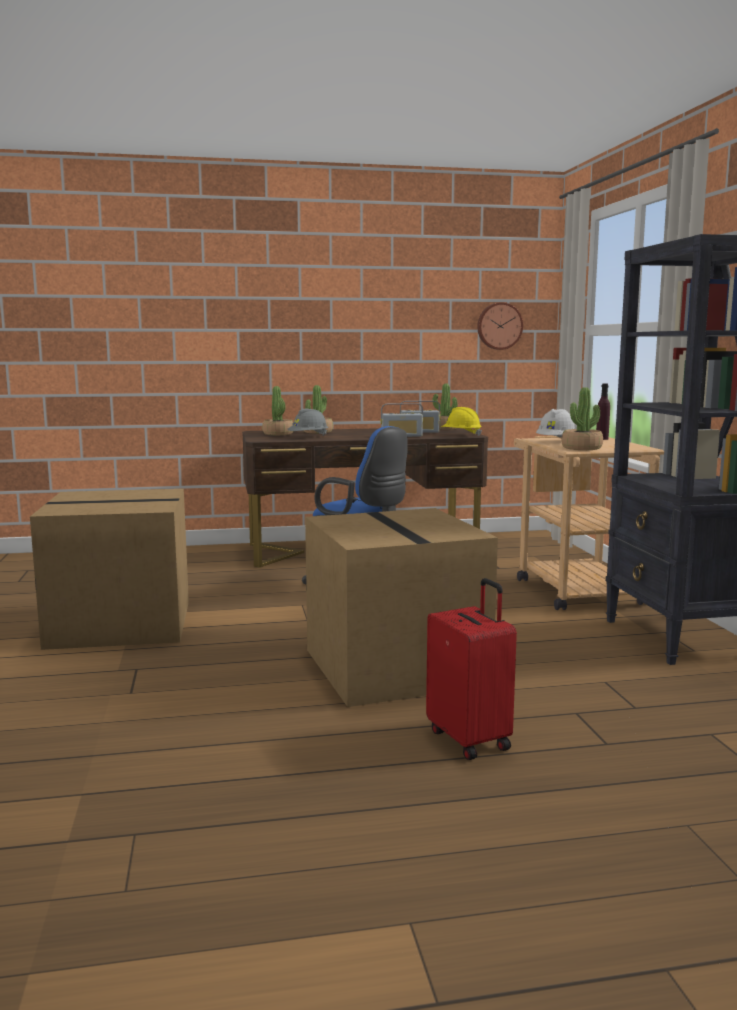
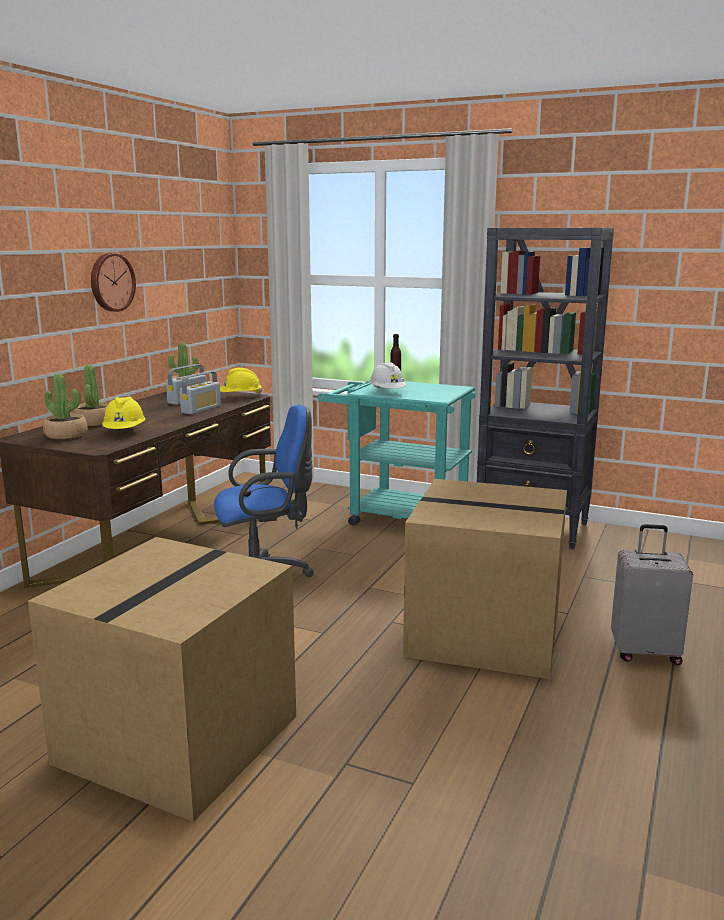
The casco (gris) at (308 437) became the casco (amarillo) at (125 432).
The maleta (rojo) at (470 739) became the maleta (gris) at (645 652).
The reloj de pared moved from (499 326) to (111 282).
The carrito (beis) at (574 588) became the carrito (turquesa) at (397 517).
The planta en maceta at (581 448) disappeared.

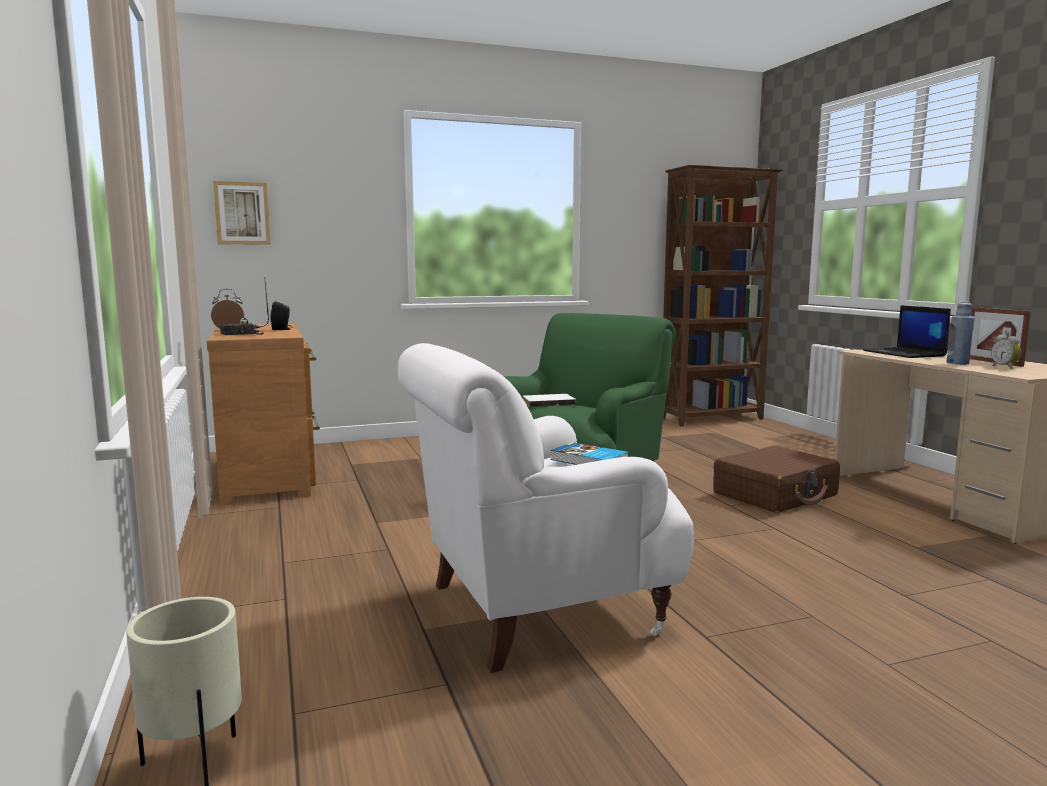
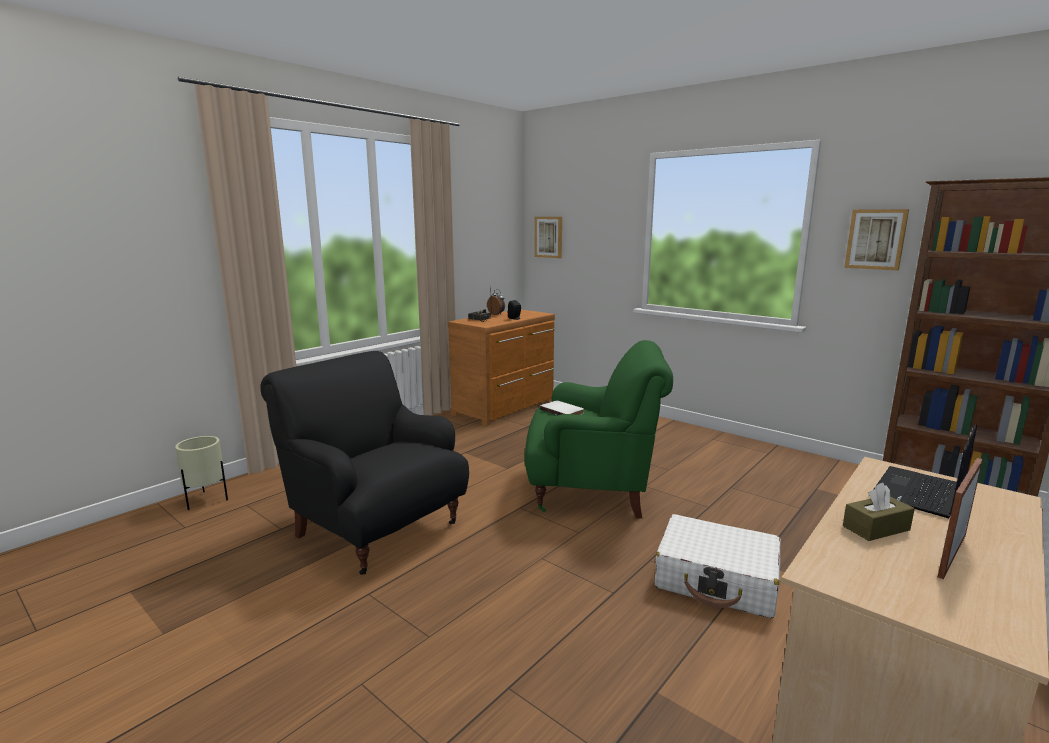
The sillón (blanco) at (537 609) became the sillón (negro) at (376 529).
The libro at (588 461) disappeared.
The maleta (marrón) at (775 494) became the maleta (blanco) at (717 579).
The botella (azul) at (957 363) was replaced by the caja de pañuelos (marrón) at (876 528).
The despertador at (1005 367) disappeared.
The cuadro at (876 239) appeared.

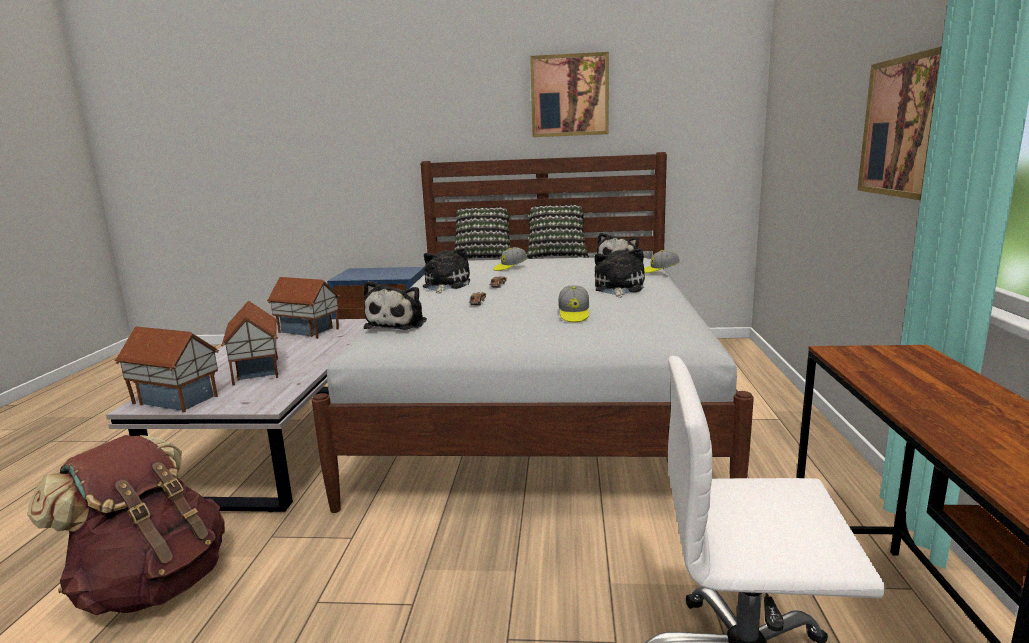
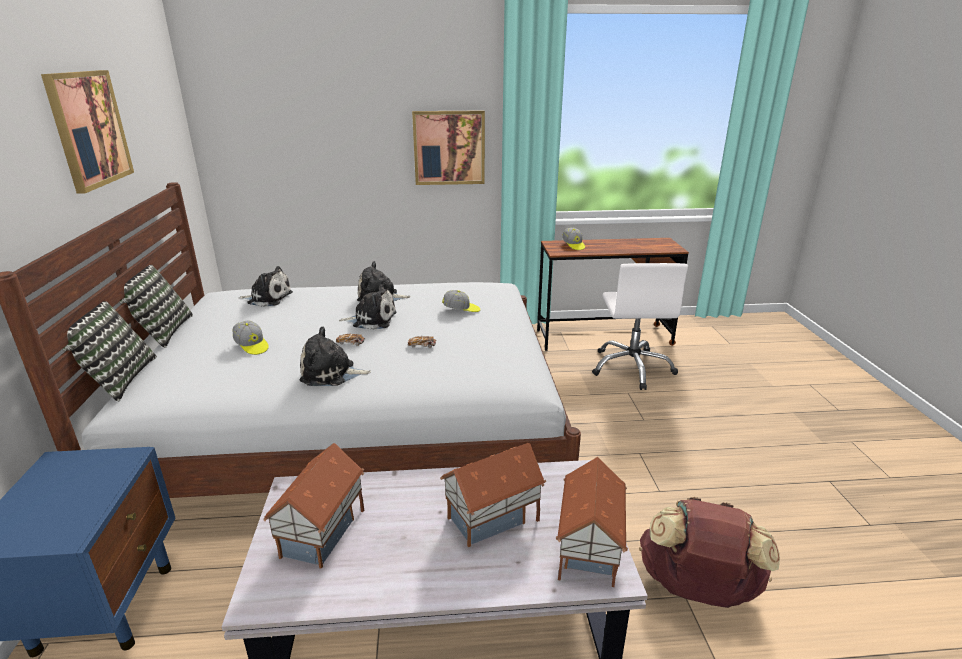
The peluche moved from (398 324) to (372 320).
The gorra moved from (659 271) to (573 245).

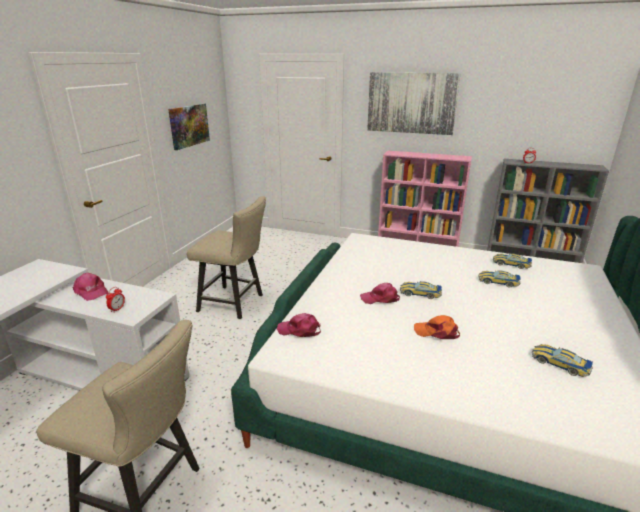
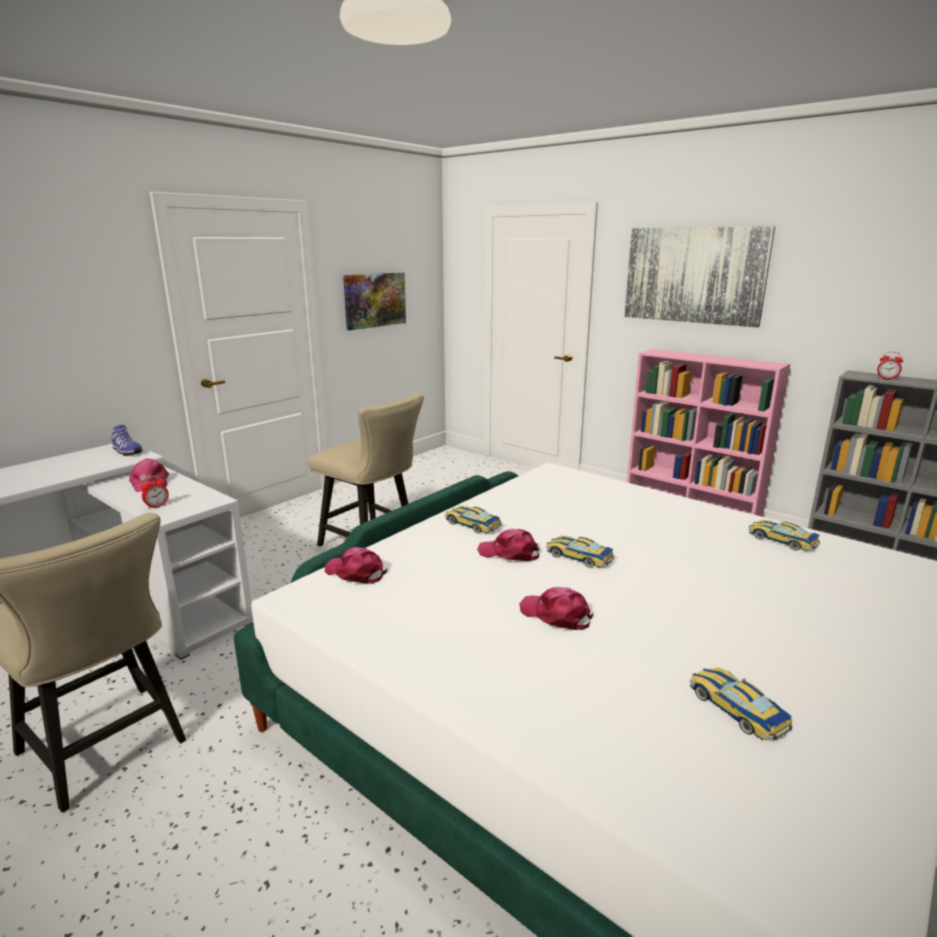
The gorra (naranja) at (437 332) became the gorra (rosa) at (556 615).
The coche de juguete moved from (498 282) to (472 525).
The zapato at (126 451) appeared.

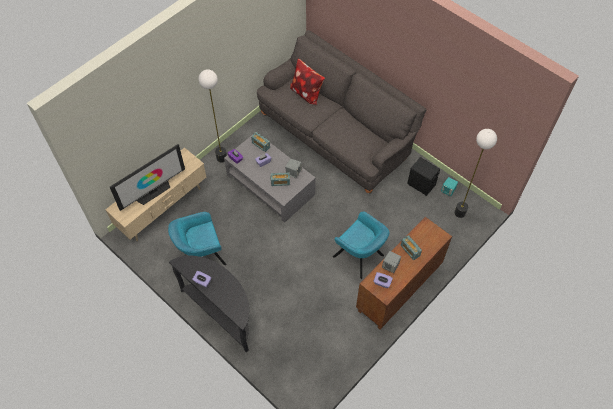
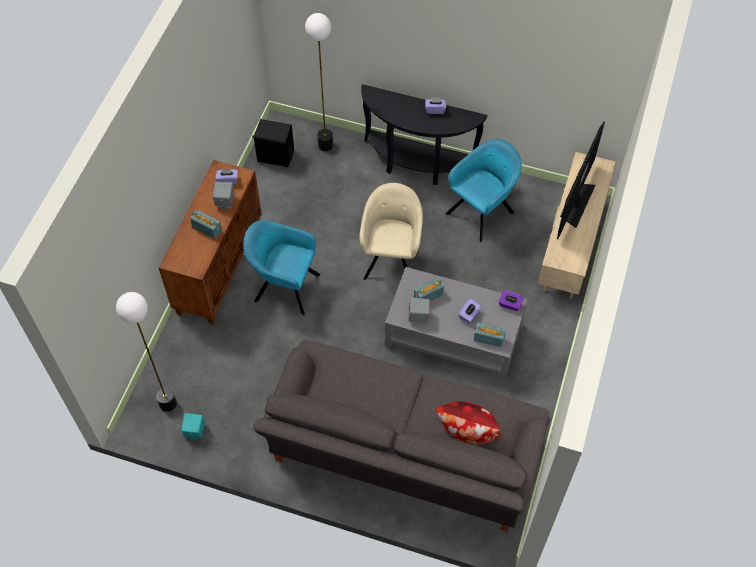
The lámpara de pie moved from (221 158) to (326 145).
The altavoz (negro) moved from (421 184) to (275 156).
The sillón (beis) at (391 257) appeared.

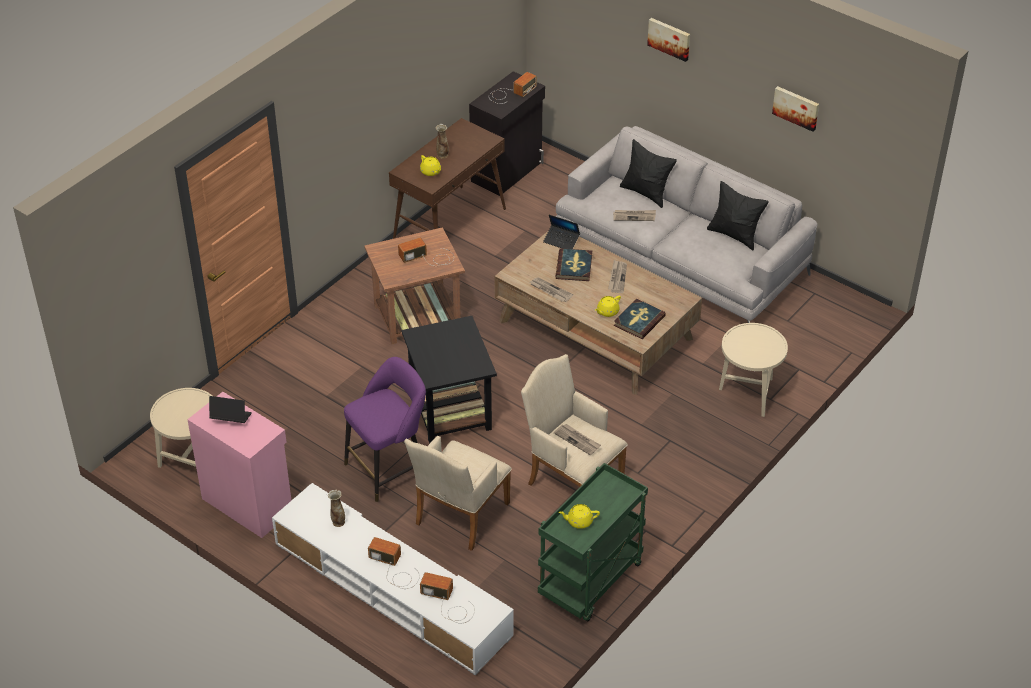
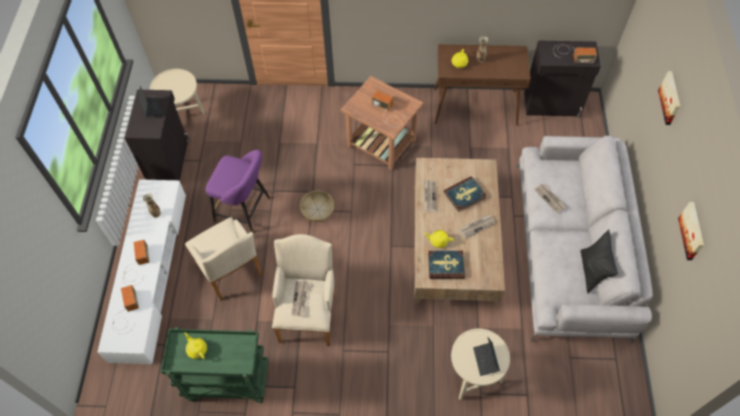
The armario (rosa) at (247 503) became the armario (negro) at (169 161).
The mesa auxiliar (negro) at (450 409) was replaced by the cesta at (317 209).
The sillón (beis) at (459 517) turned 120 degrees counterclockwise.
The portátil moved from (561 241) to (486 360).
The cojín (negro) at (646 193) disappeared.

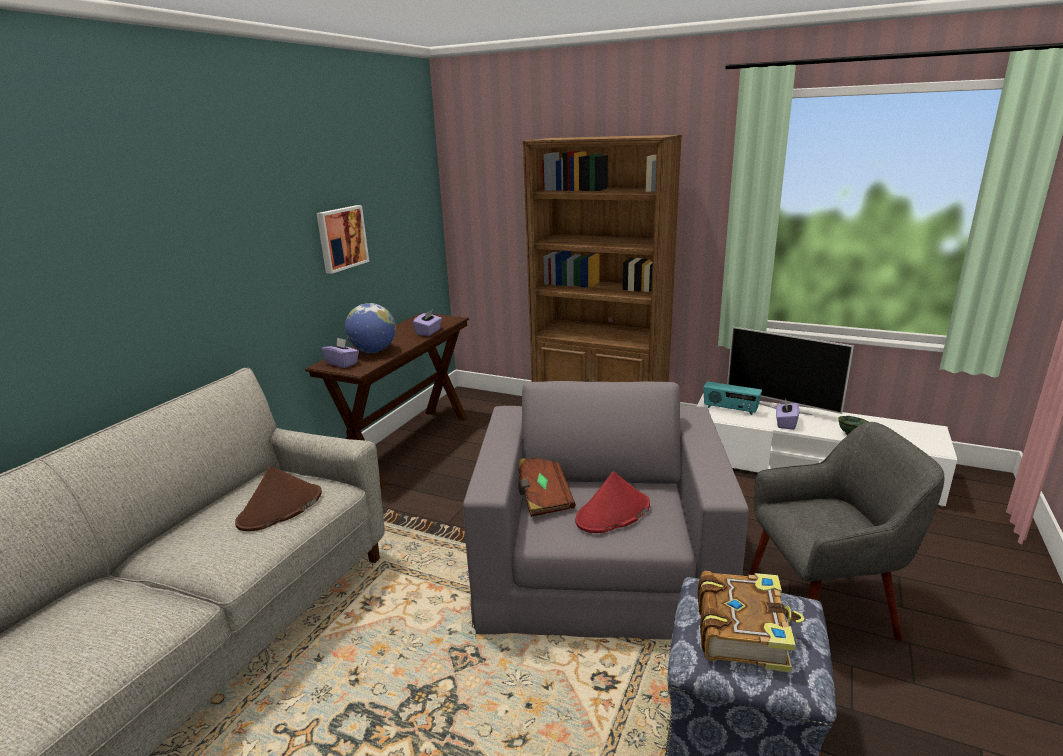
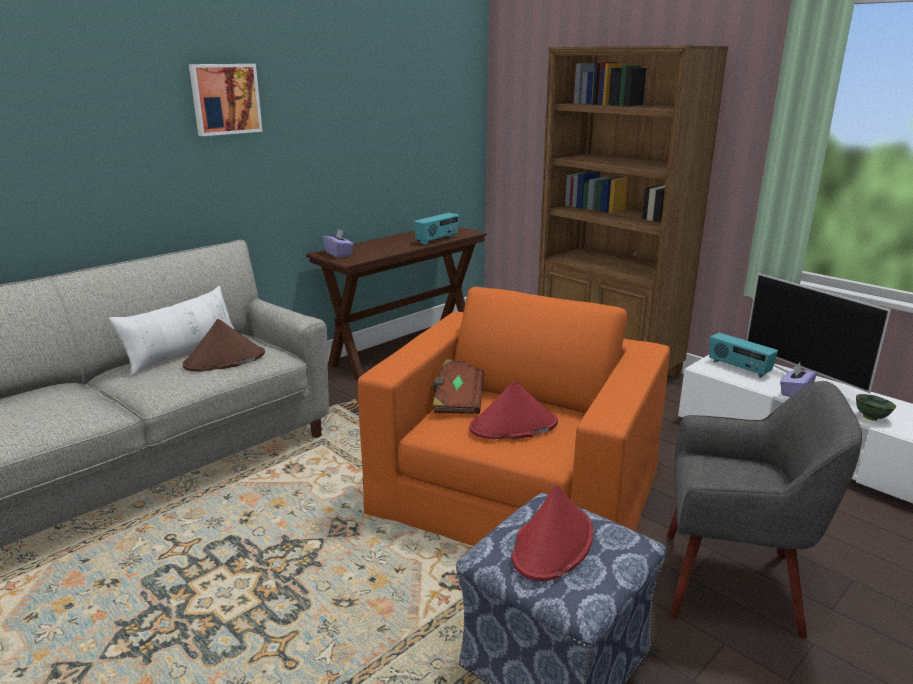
The cuadro moved from (341 238) to (225 99).
The globo terráqueo at (373 351) disappeared.
The caja de pañuelos (morado) at (429 332) was replaced by the radio at (437 240).
The sillón (gris) at (600 565) became the sillón (naranja) at (517 488).
The libro at (743 630) was replaced by the sombrero (rojo) at (553 543).
The cojín (blanco) at (183 353) appeared.

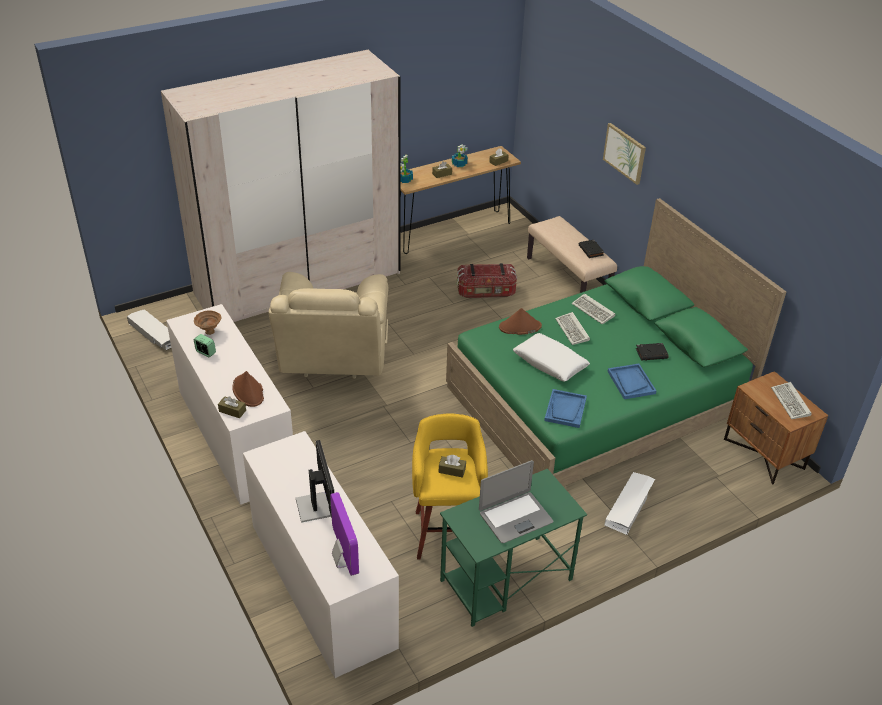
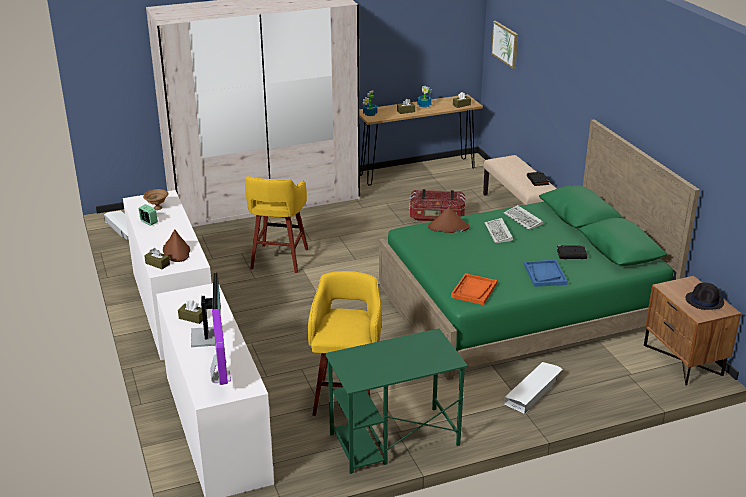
The sillón (beis) at (333 361) was replaced by the taburete (amarillo) at (278 260).
The caja de pañuelos (marrón) moved from (452 470) to (192 318).
The portátil at (515 517) disappeared.
The cojín (blanco) at (550 363) disappeared.
The bandeja (azul) at (565 409) became the bandeja (naranja) at (474 290).
The cuadro moved from (625 153) to (505 44).
The teclado at (791 403) was replaced by the sombrero (negro) at (704 301).

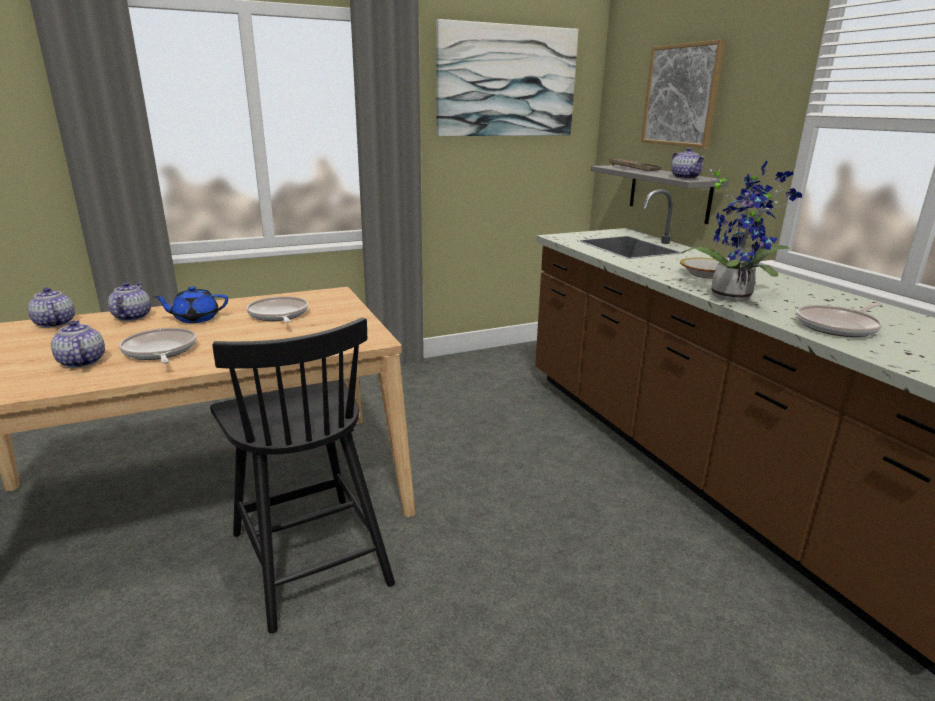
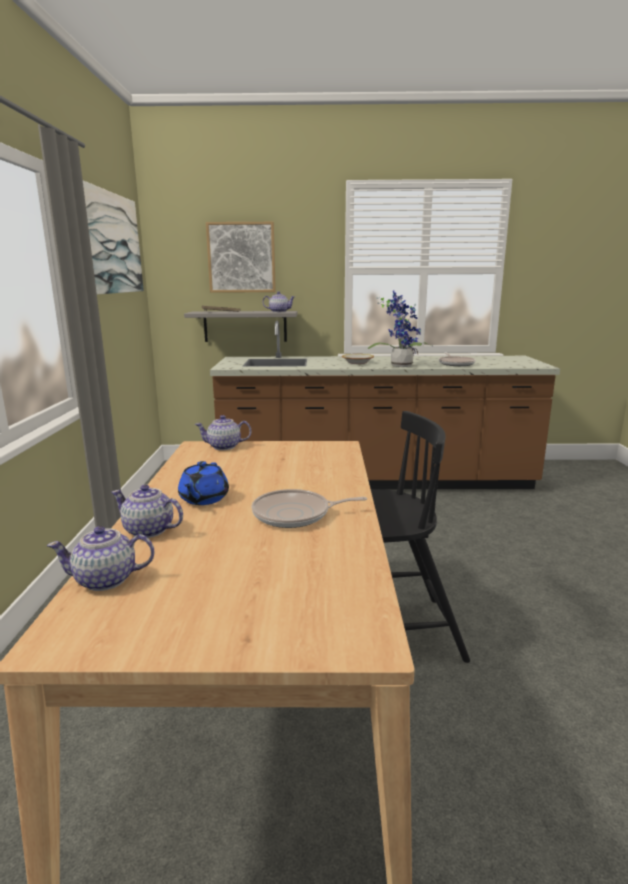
The tetera moved from (81 362) to (224 447).
The sartén at (278 315) disappeared.

